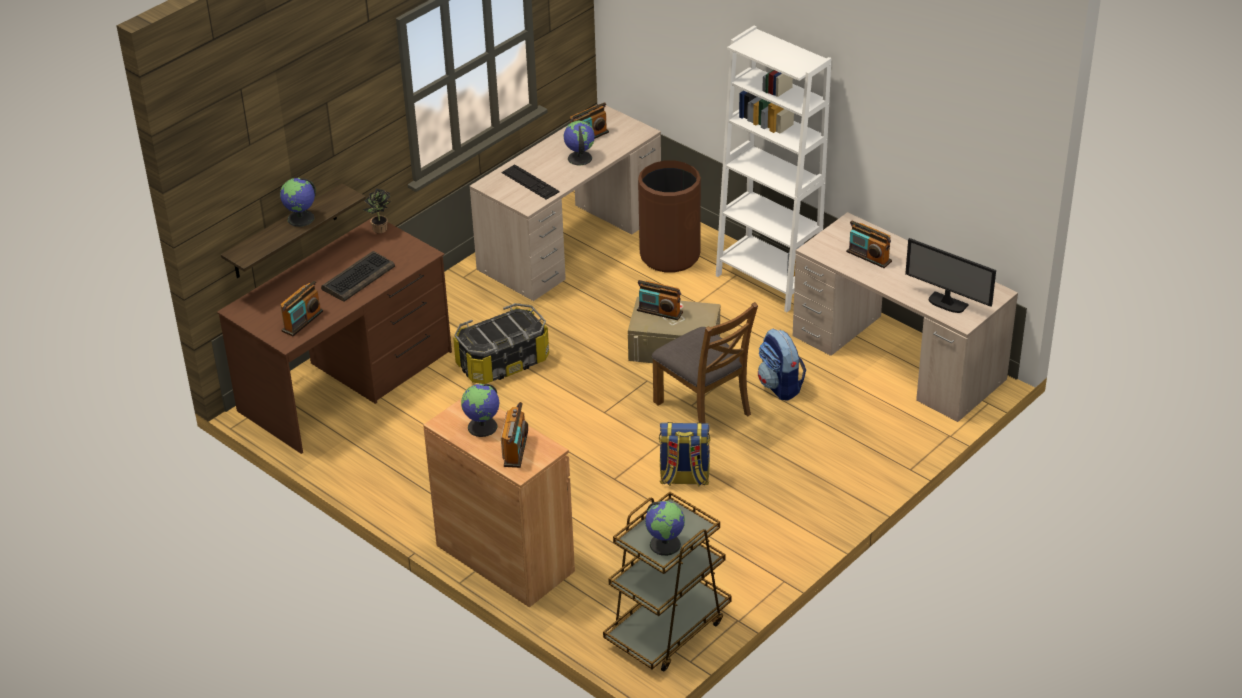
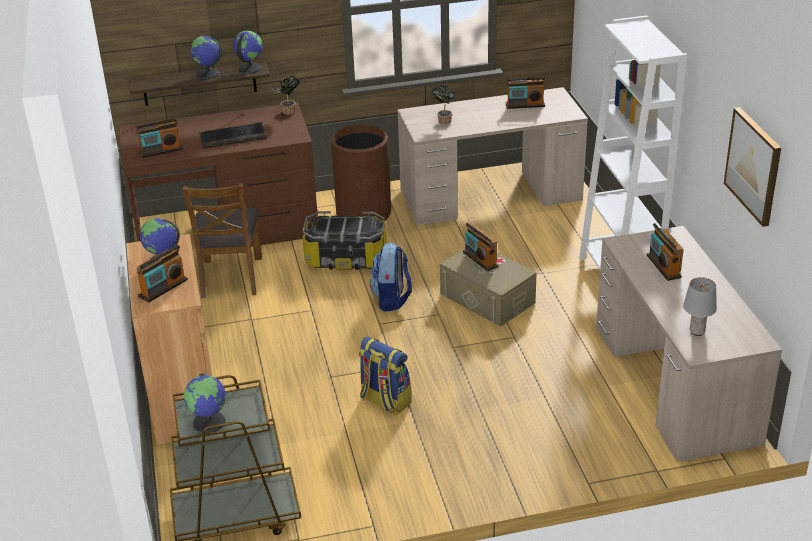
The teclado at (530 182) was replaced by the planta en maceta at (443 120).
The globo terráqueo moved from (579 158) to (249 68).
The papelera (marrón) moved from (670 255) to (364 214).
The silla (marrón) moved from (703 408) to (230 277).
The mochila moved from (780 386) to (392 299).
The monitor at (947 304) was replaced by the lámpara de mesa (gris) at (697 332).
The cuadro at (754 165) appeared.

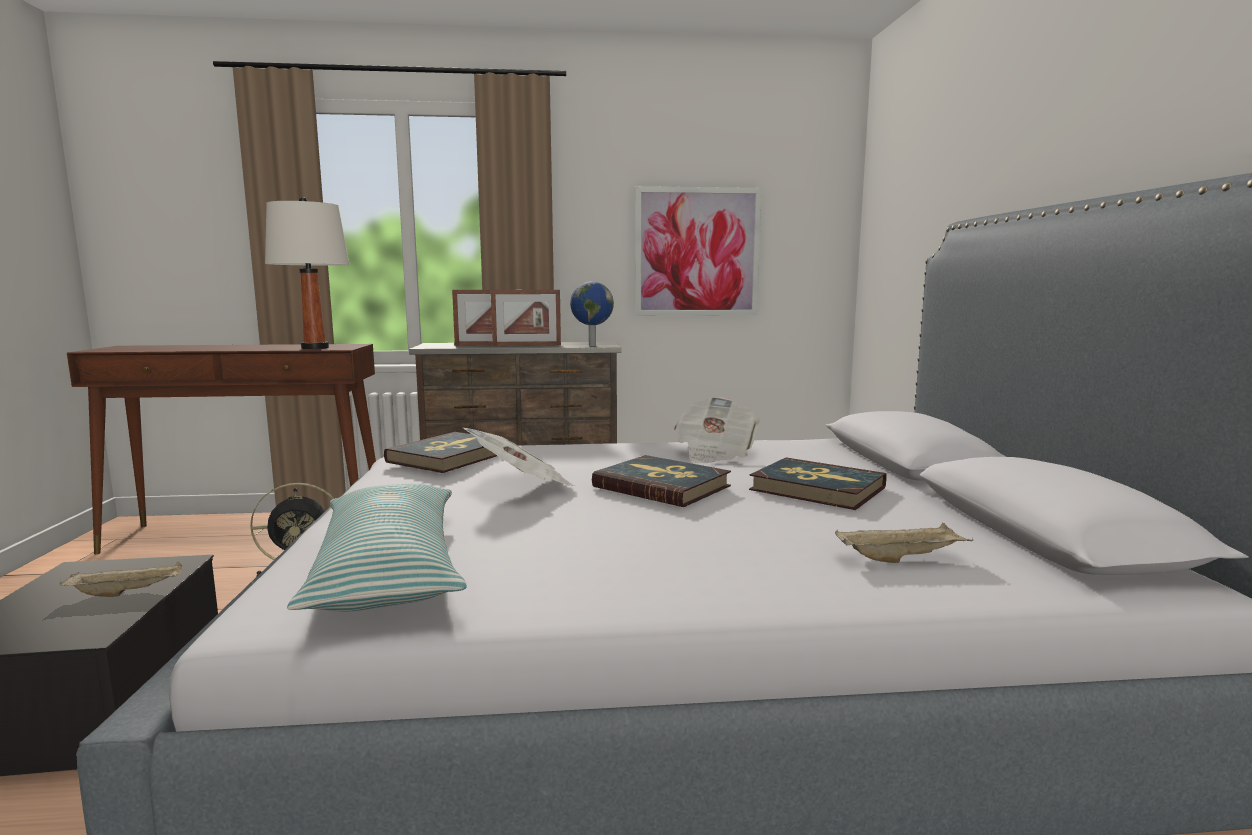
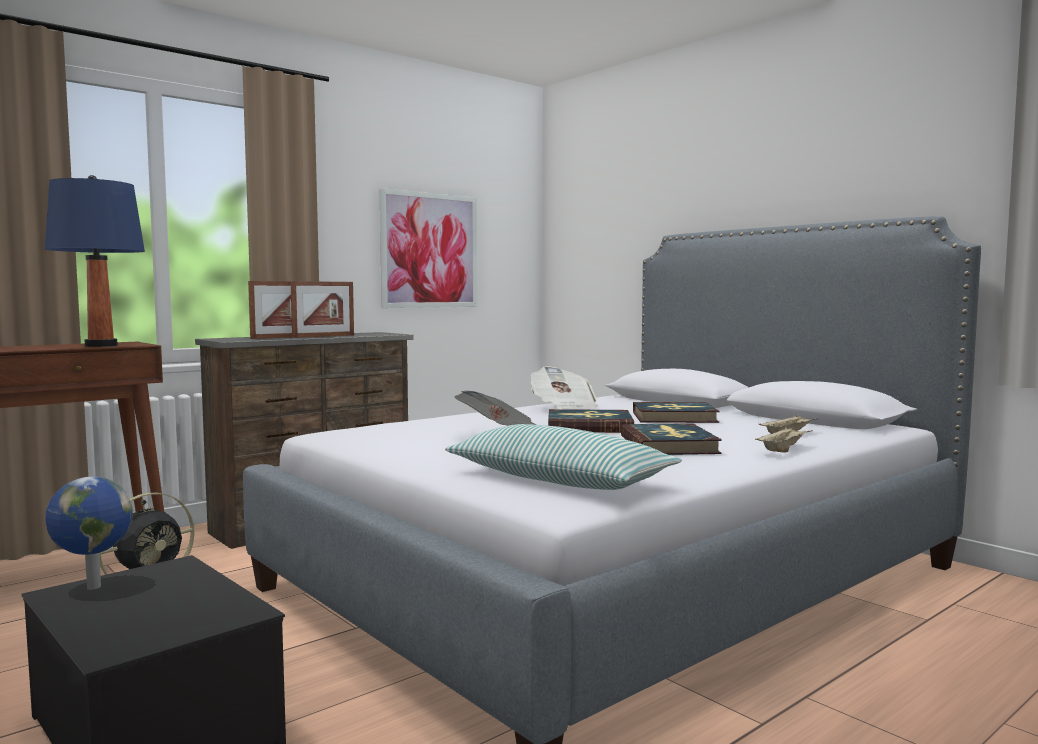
The bandeja (beis) moved from (128 592) to (783 450).
The lámpara de mesa (blanco) at (315 348) became the lámpara de mesa (azul) at (101 345).
The libro moved from (449 457) to (669 445).
The globo terráqueo moved from (591 345) to (92 587).

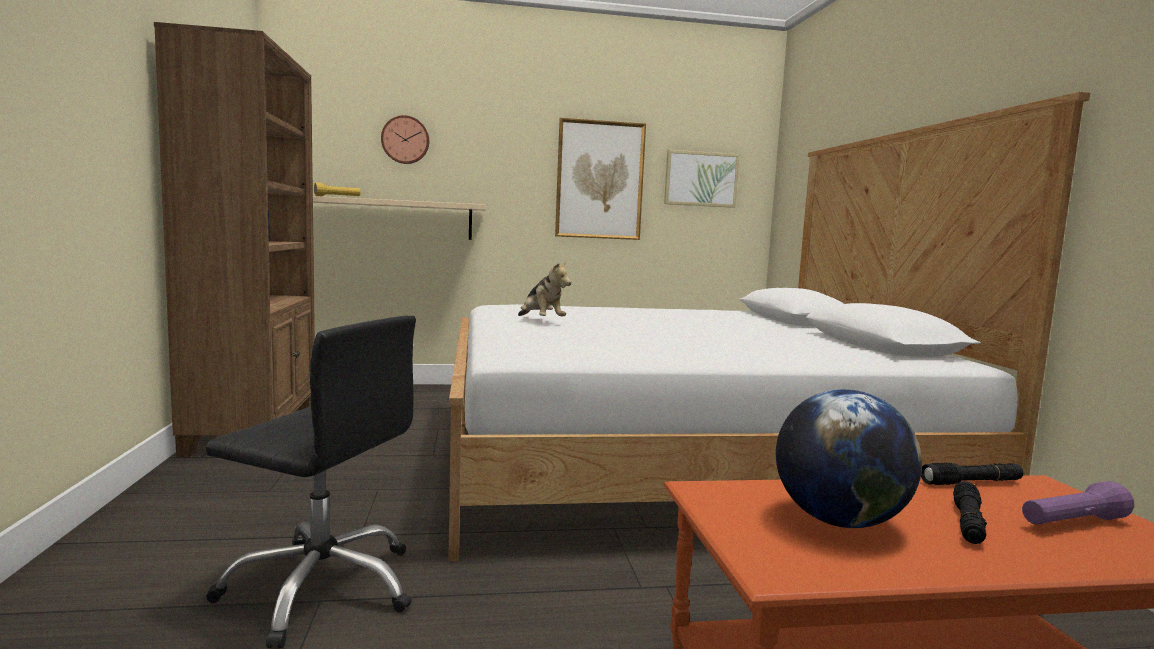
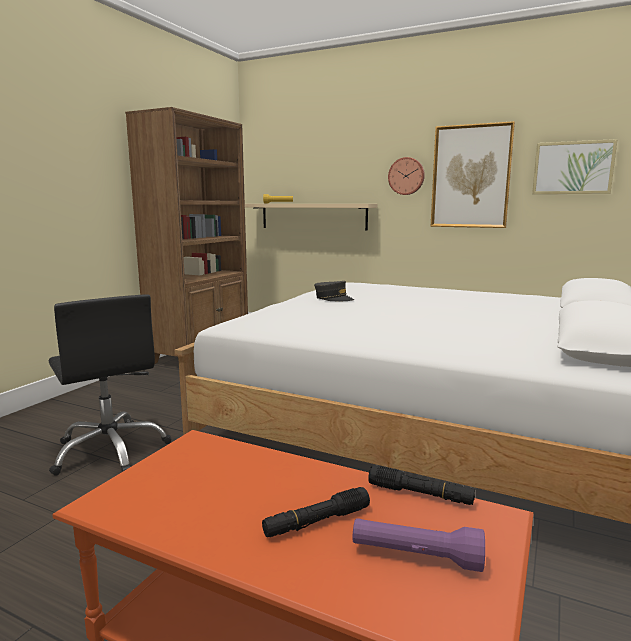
The reloj de pared moved from (405 140) to (406 176).
The peluche at (541 321) was replaced by the gorra (gris) at (333 298).
The globo terráqueo at (839 521) disappeared.

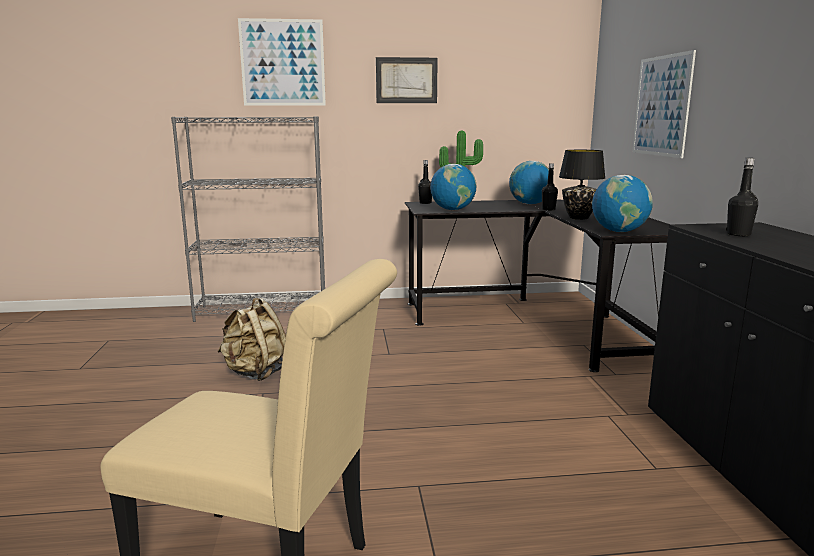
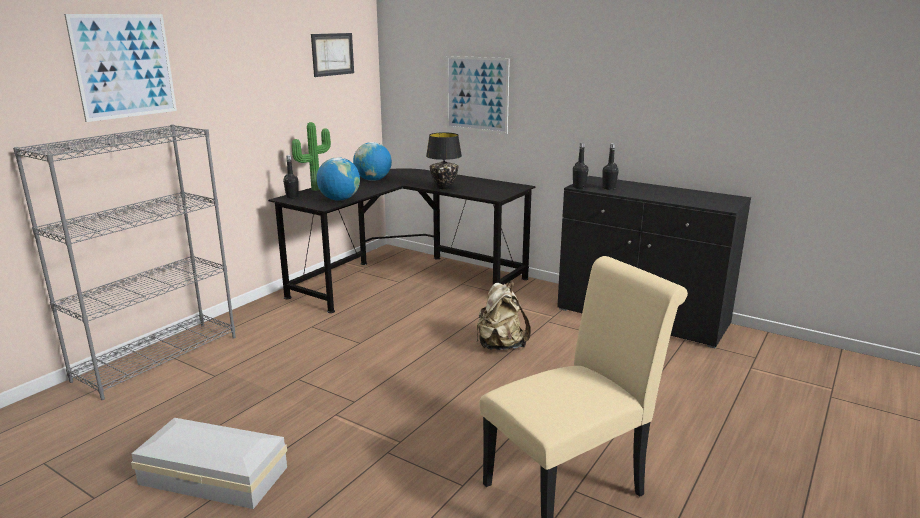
The mochila (beis) moved from (256 373) to (500 346).
The cuadro moved from (406 80) to (332 54).
The botella (negro) moved from (548 209) to (579 187).
The globo terráqueo at (619 231) disappeared.
The caja de almacenaje (blanco) at (213 474) appeared.

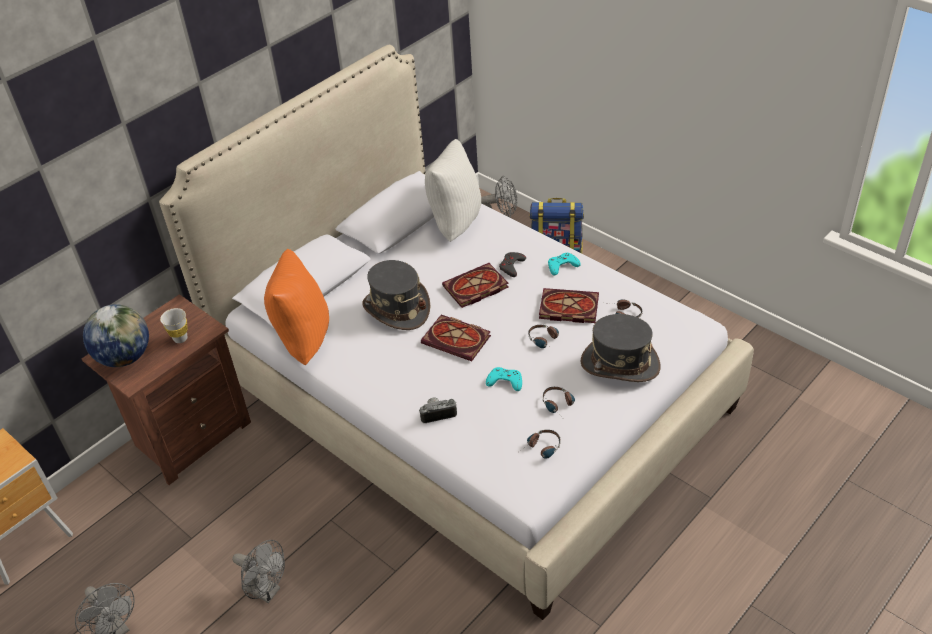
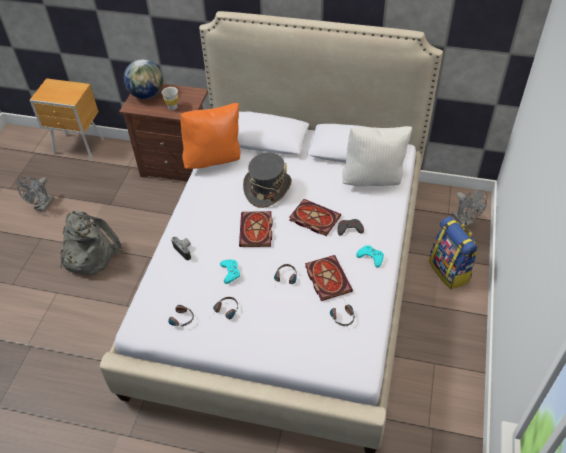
The ventilador (gris) at (266 591) was replaced by the mochila (gris) at (89 253).
The sombrero (gris) at (620 364) disappeared.

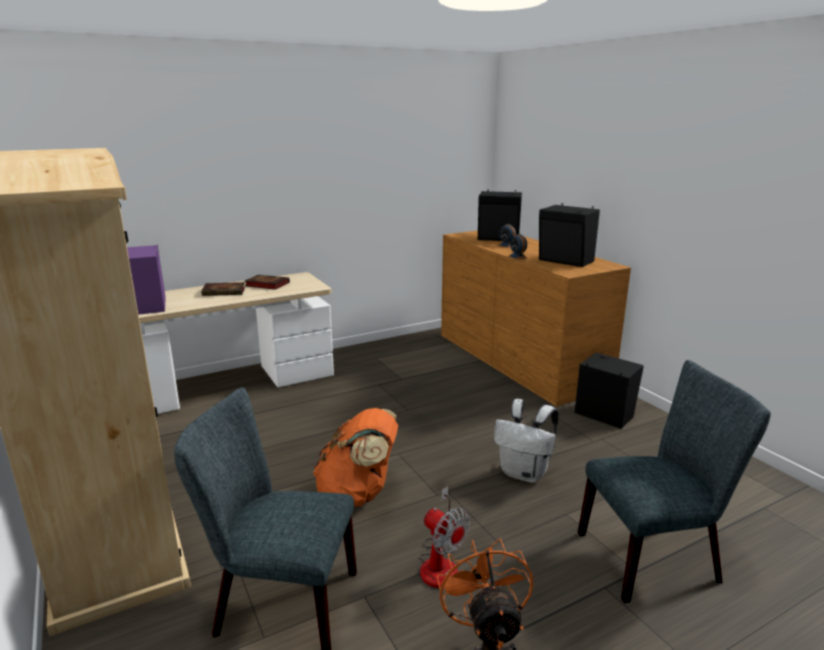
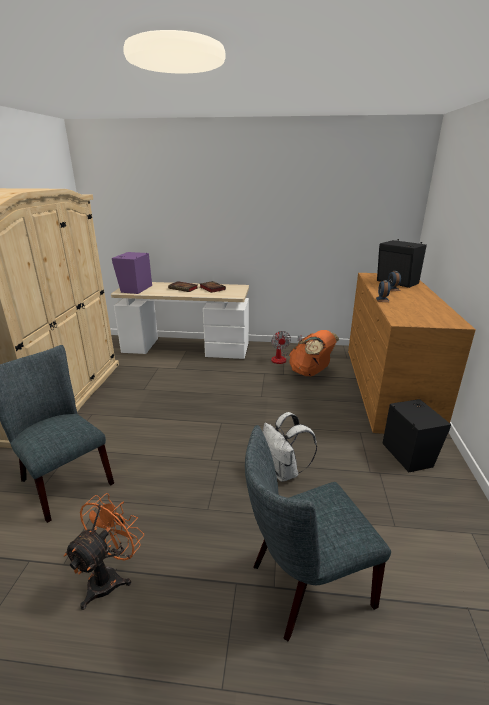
The mochila (naranja) moved from (358 493) to (310 372).
The ventilador moved from (440 562) to (282 358).
The altavoz (negro) at (566 261) disappeared.
The silla (gris) at (656 556) turned 135 degrees clockwise.

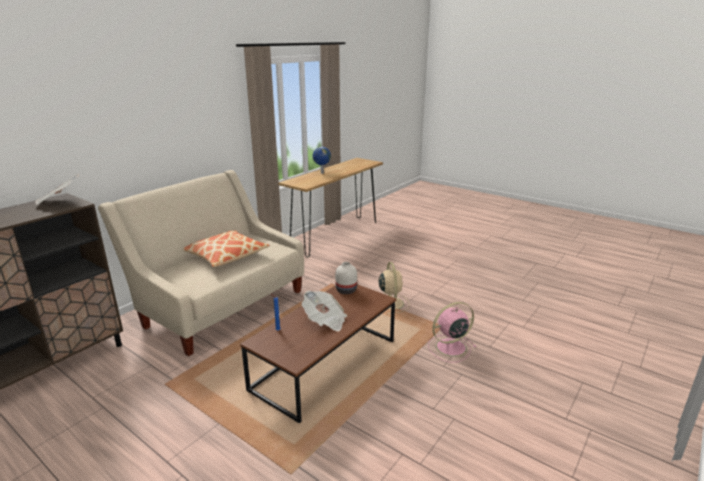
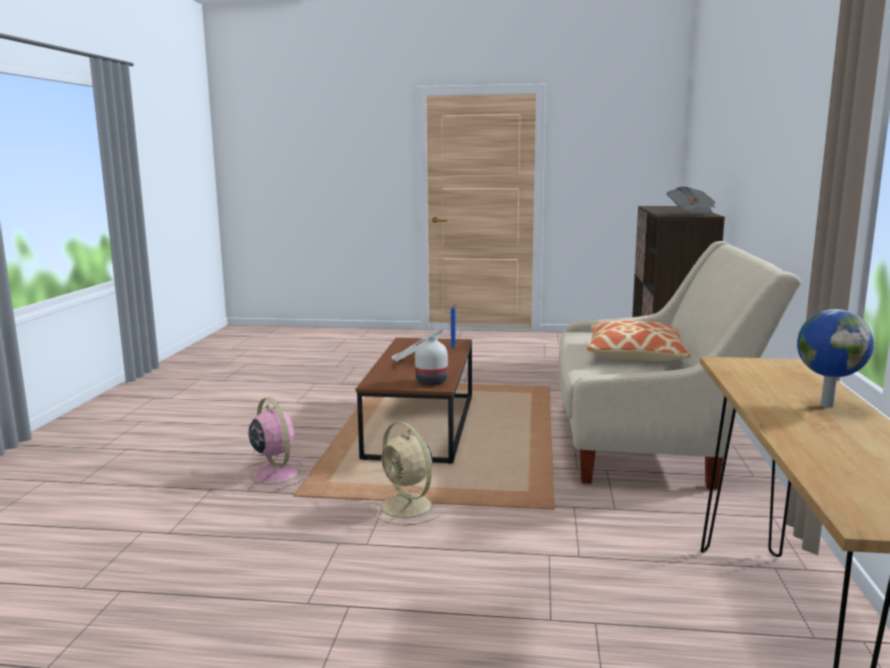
The ventilador (rosa) at (449 347) turned 75 degrees counterclockwise.

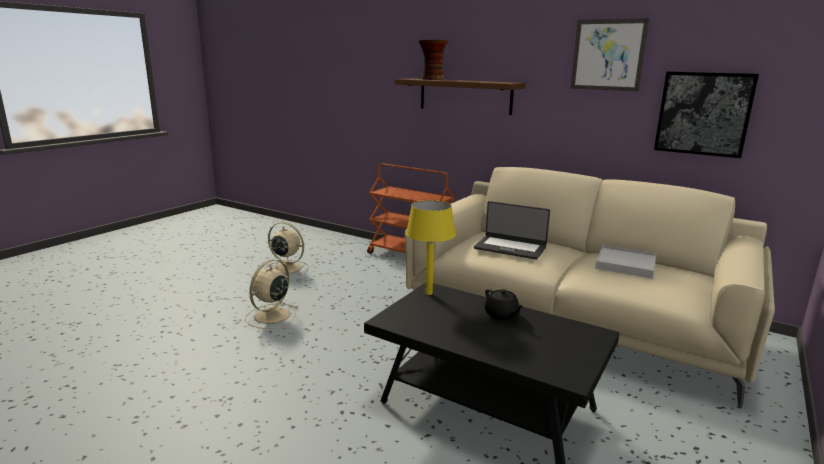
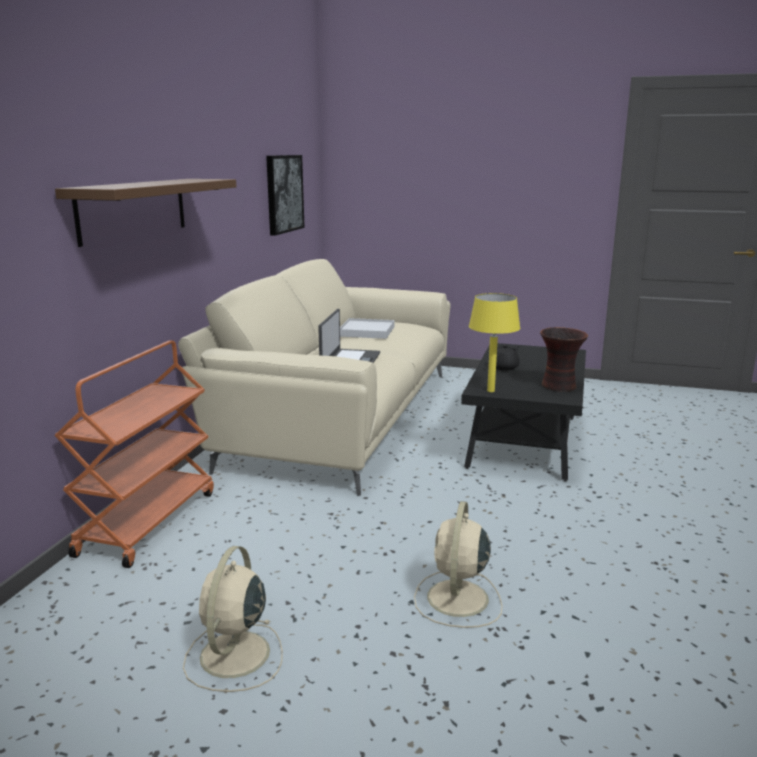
The ventilador (beis) at (271 316) turned 90 degrees clockwise.
The florero moved from (432 79) to (560 386).
The cuadro at (608 55) disappeared.

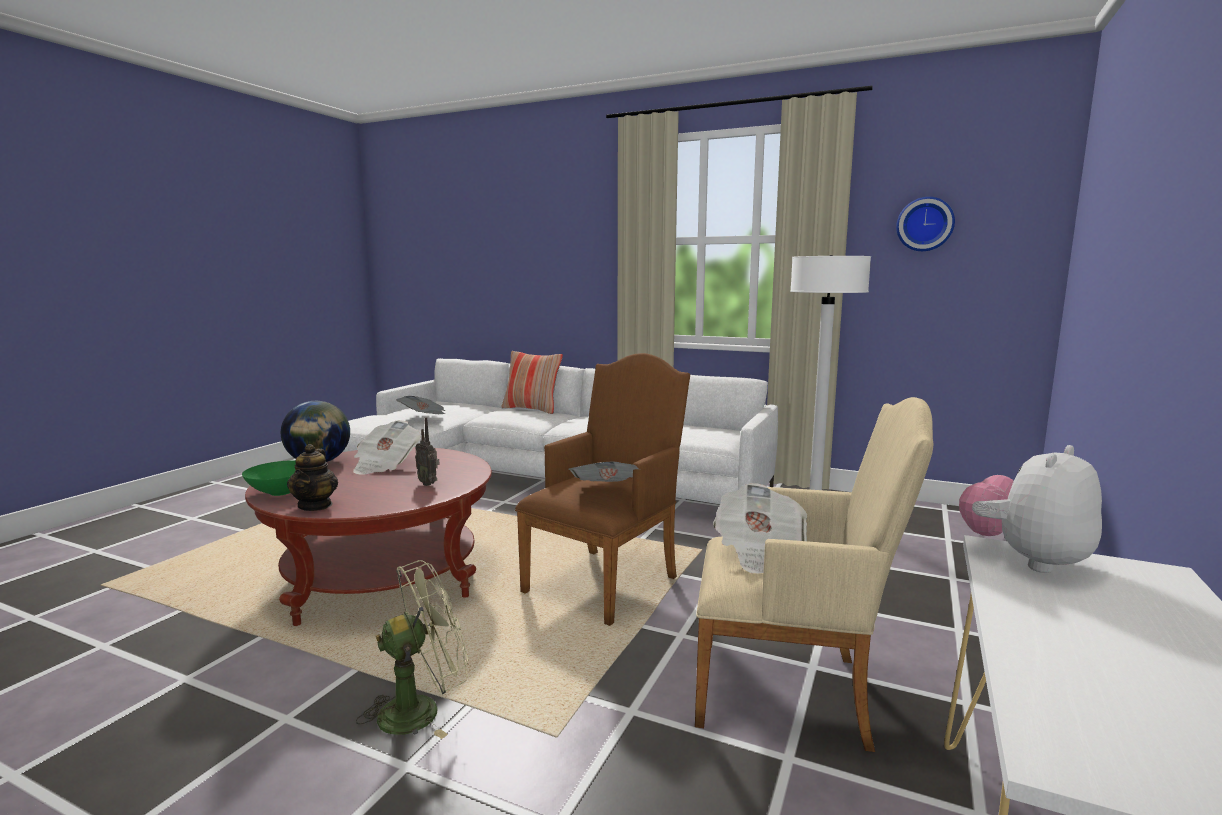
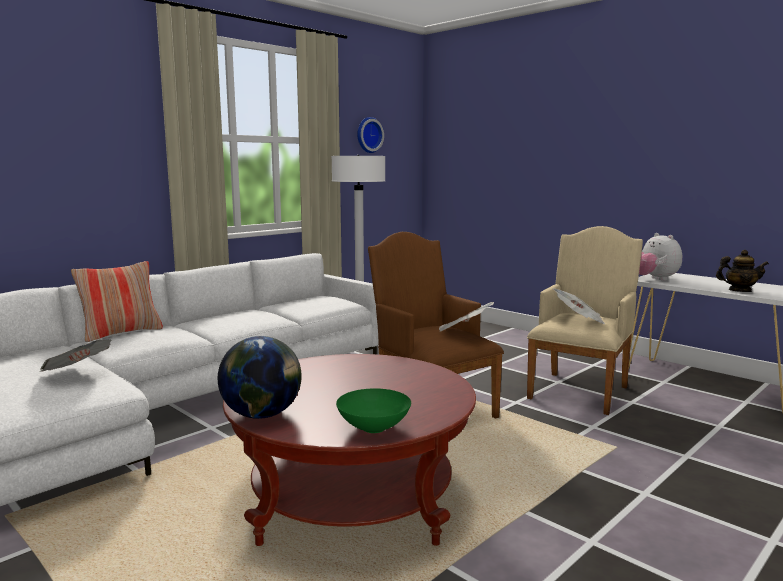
The tetera moved from (315 505) to (739 291).
The periódico at (385 465) disappeared.
The ventilador (verde) at (421 709) disappeared.
The radio at (429 483) disappeared.

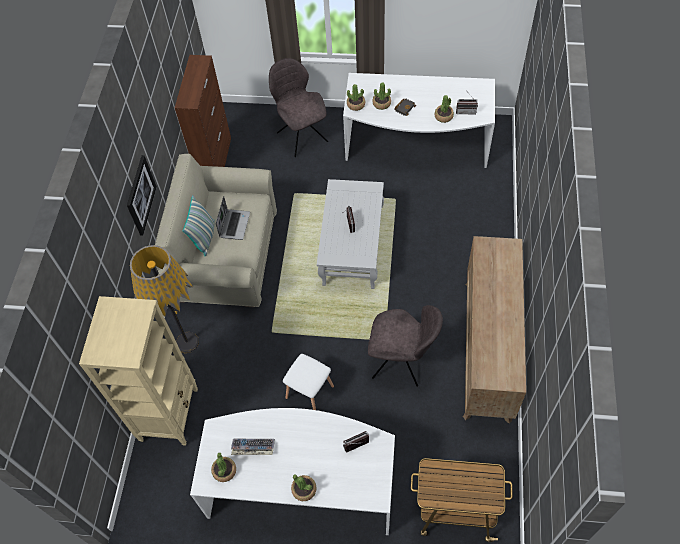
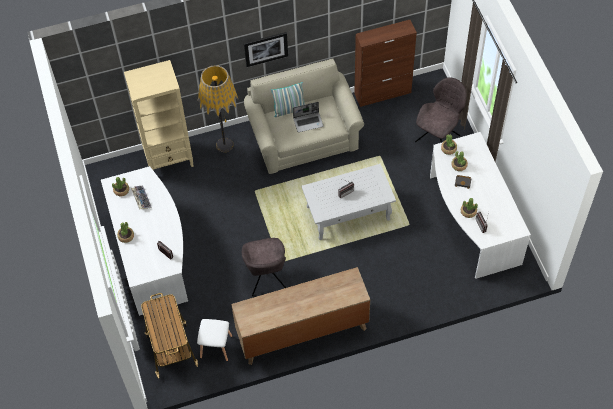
The taburete (blanco) moved from (310 392) to (216 347).

